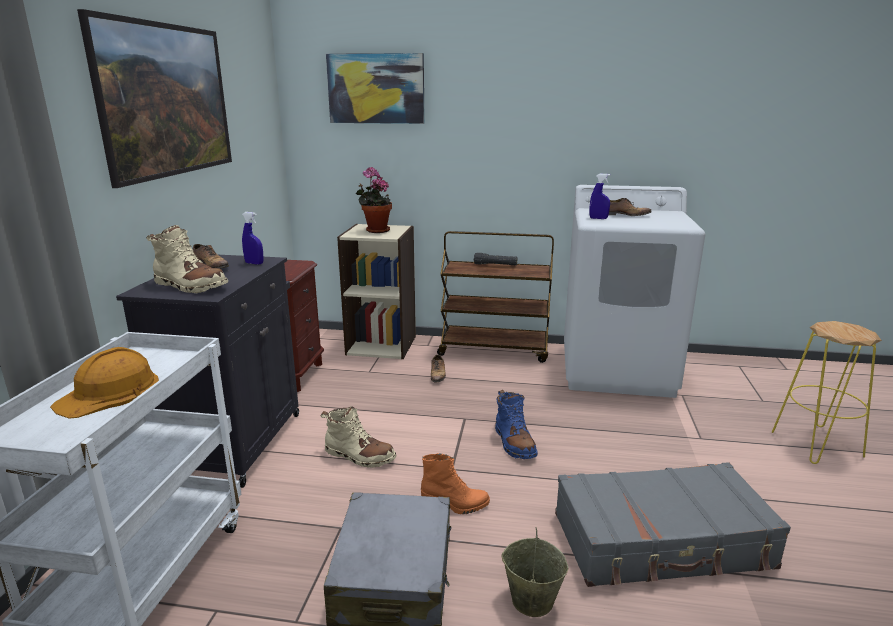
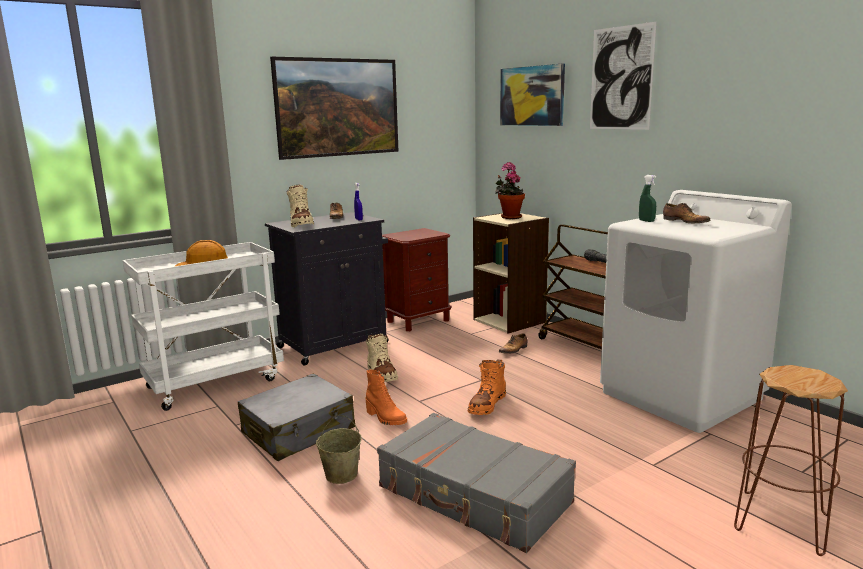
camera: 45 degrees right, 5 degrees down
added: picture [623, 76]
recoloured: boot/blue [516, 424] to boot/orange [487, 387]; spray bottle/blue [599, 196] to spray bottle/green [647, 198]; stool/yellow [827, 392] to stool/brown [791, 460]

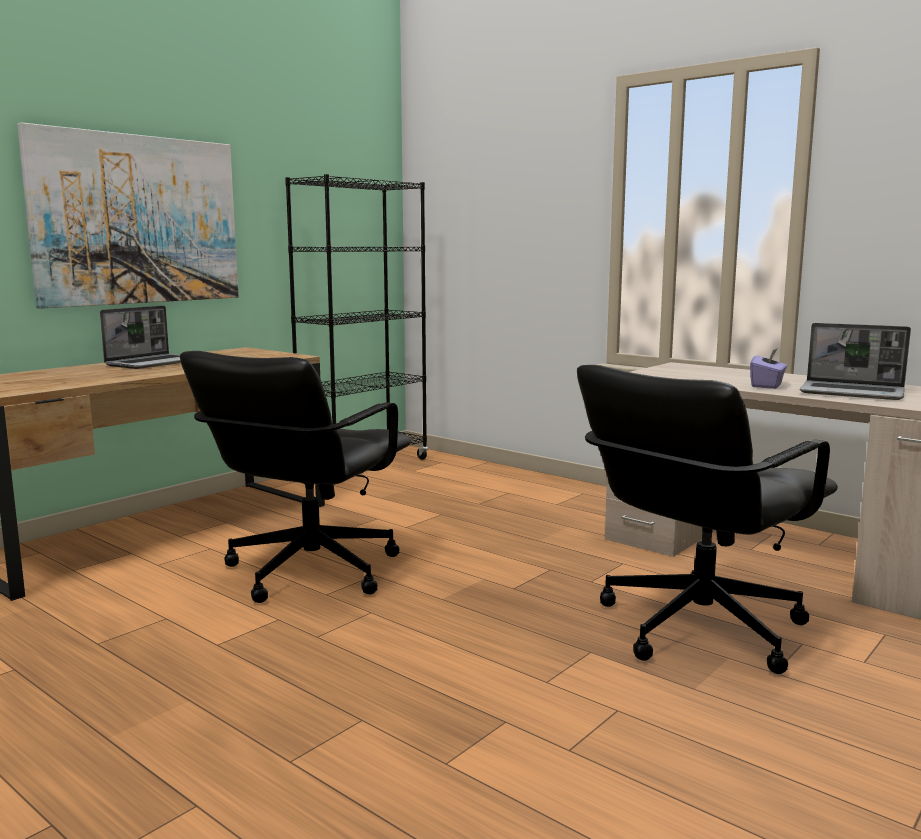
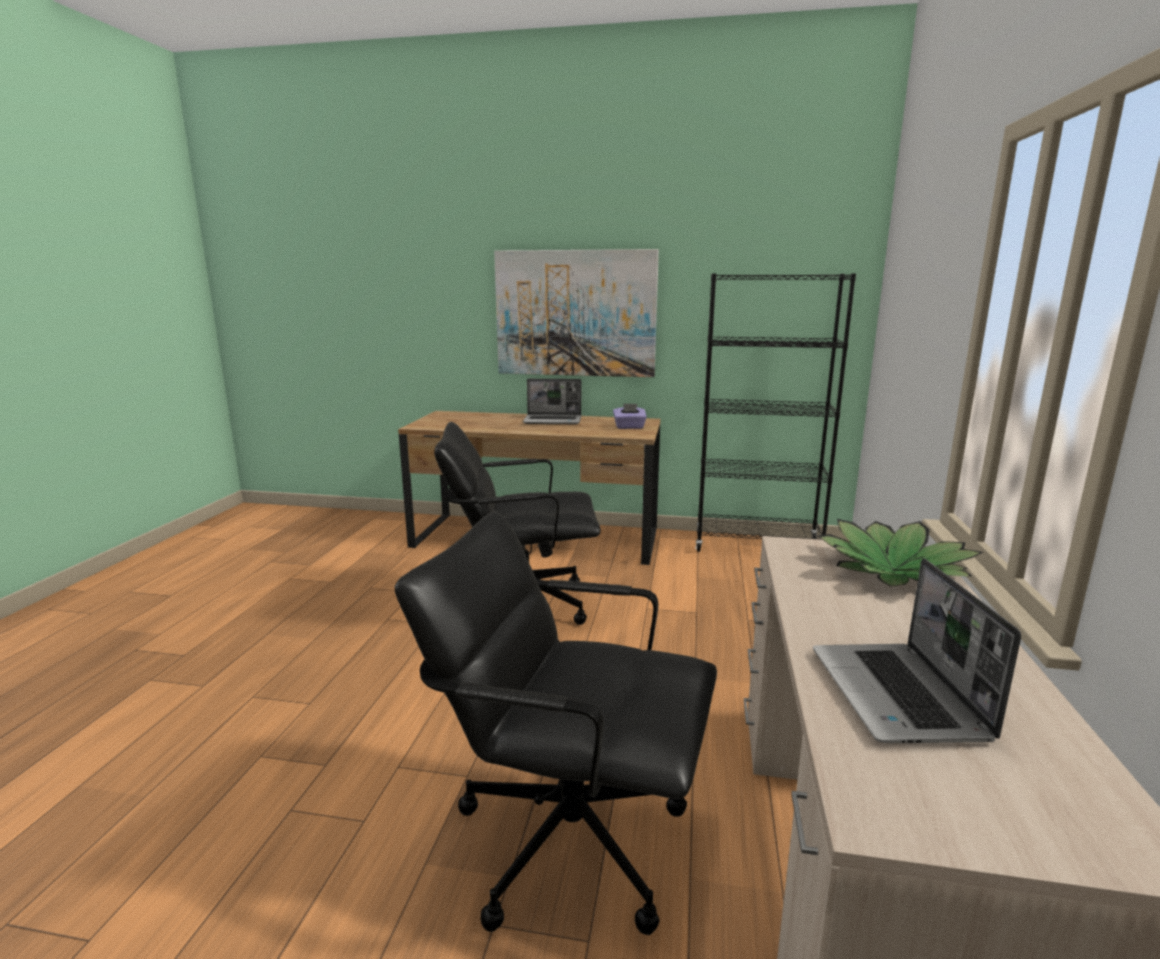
camera: 60 degrees right, 5 degrees up
added: potted plant [900, 552]
moved: tissue box/purple [768, 369] to [630, 416]

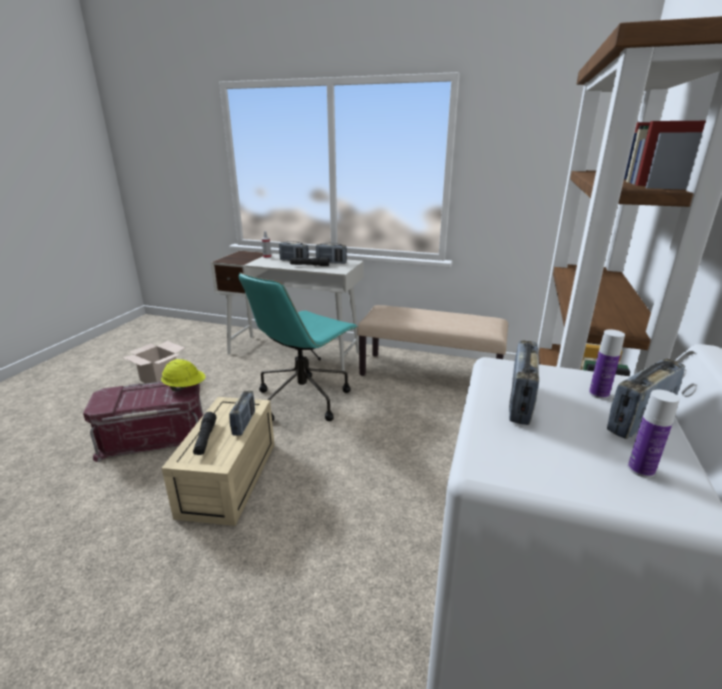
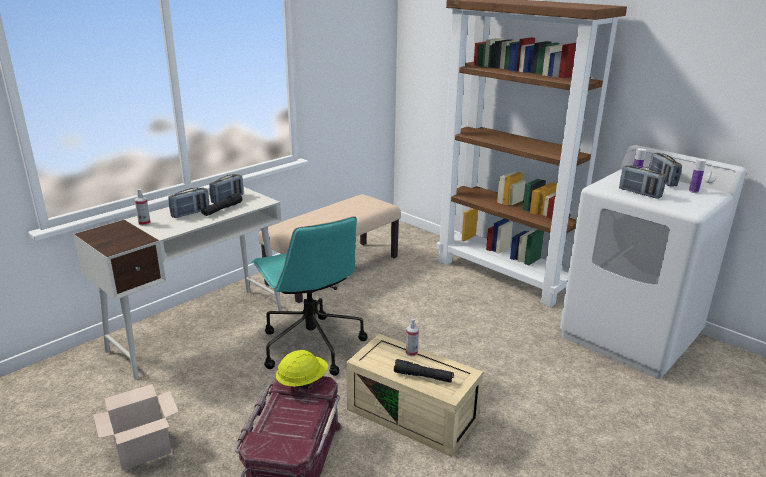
camera: 65 degrees left, 0 degrees up
replaced: radio [242, 413] to spray bottle [412, 337]

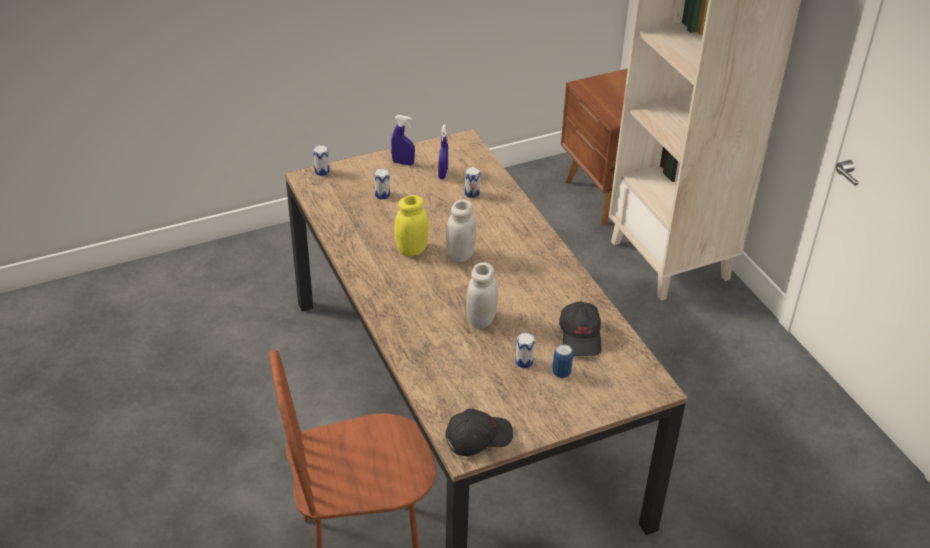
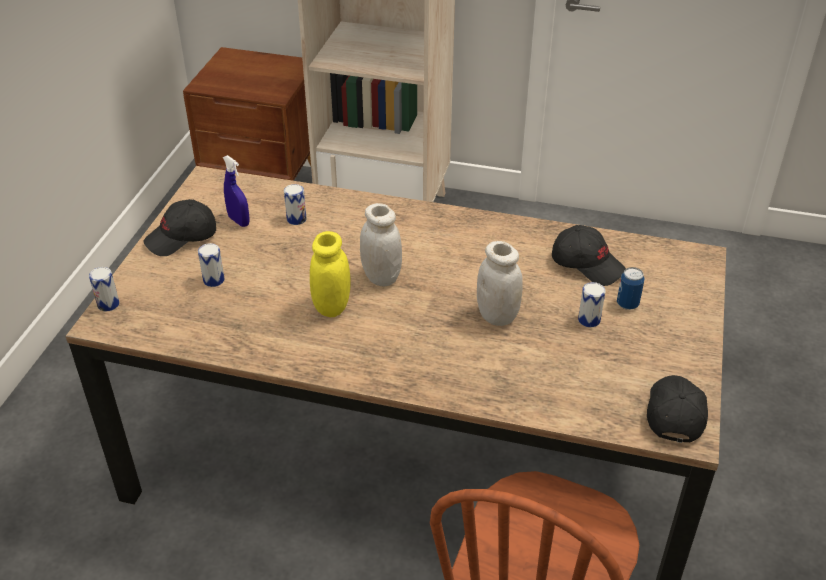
camera: 50 degrees left, 0 degrees up
replaced: spray bottle/blue [403, 140] to cap/black [179, 227]

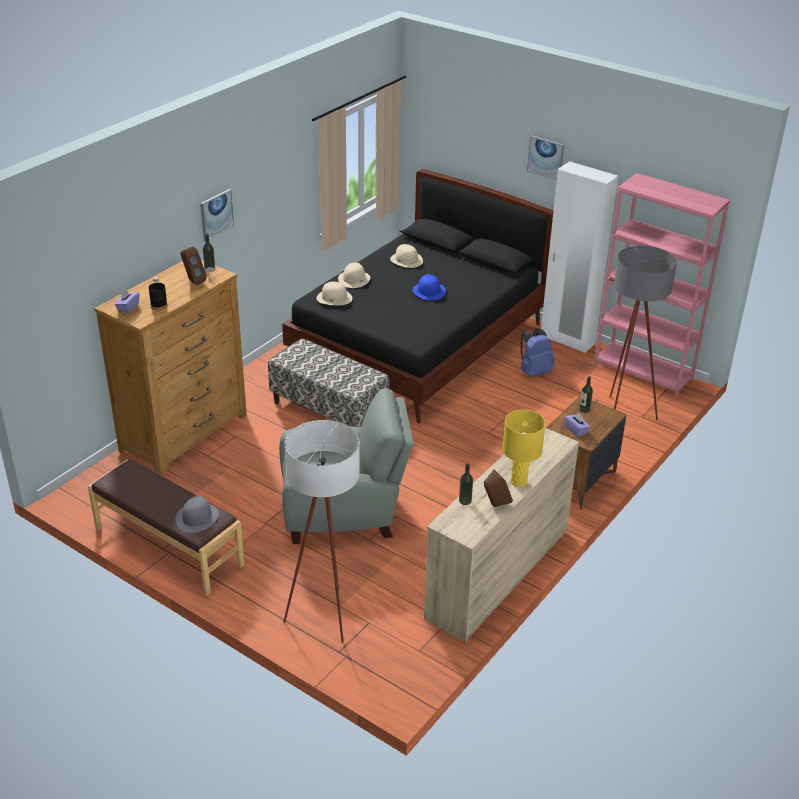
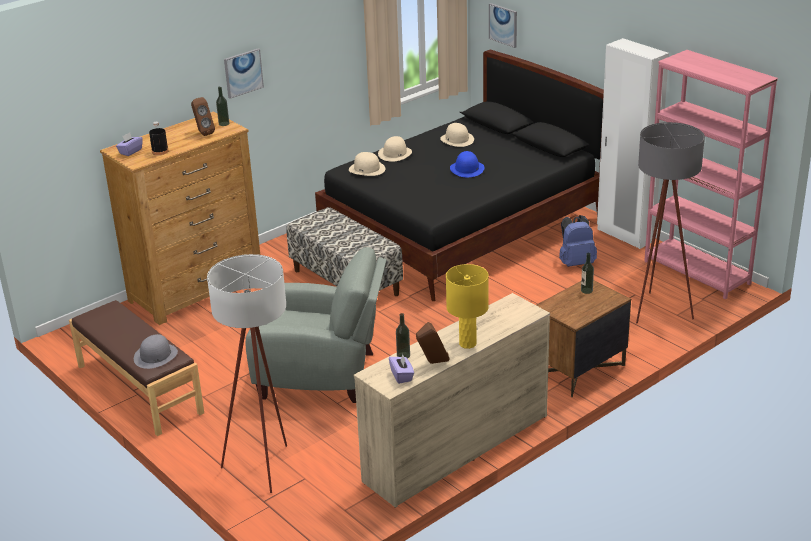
camera: 15 degrees right, 5 degrees down
moved: picture [545, 157] to [503, 25]; tissue box/purple [577, 425] to [401, 369]

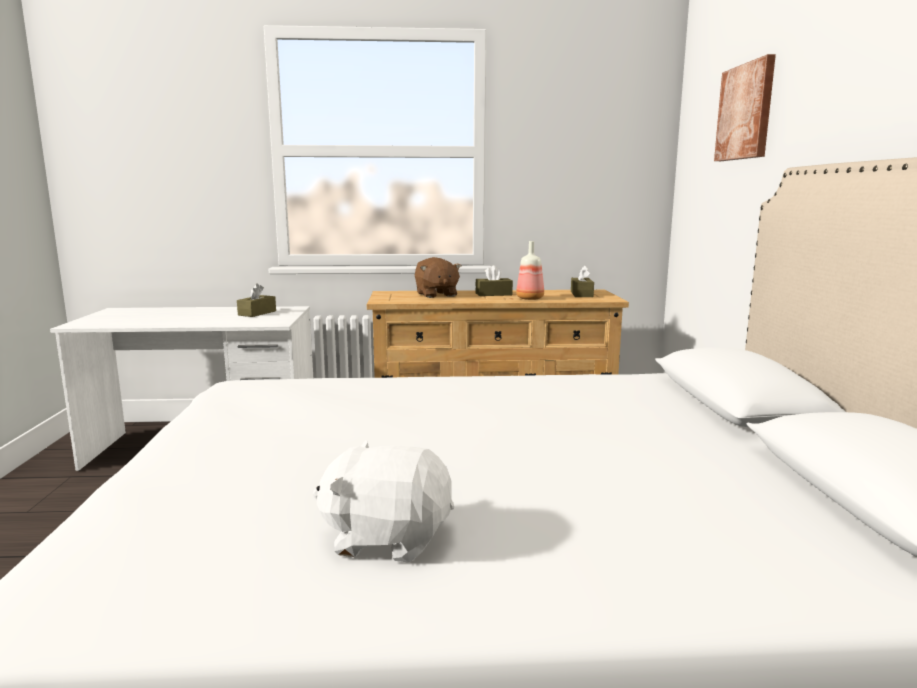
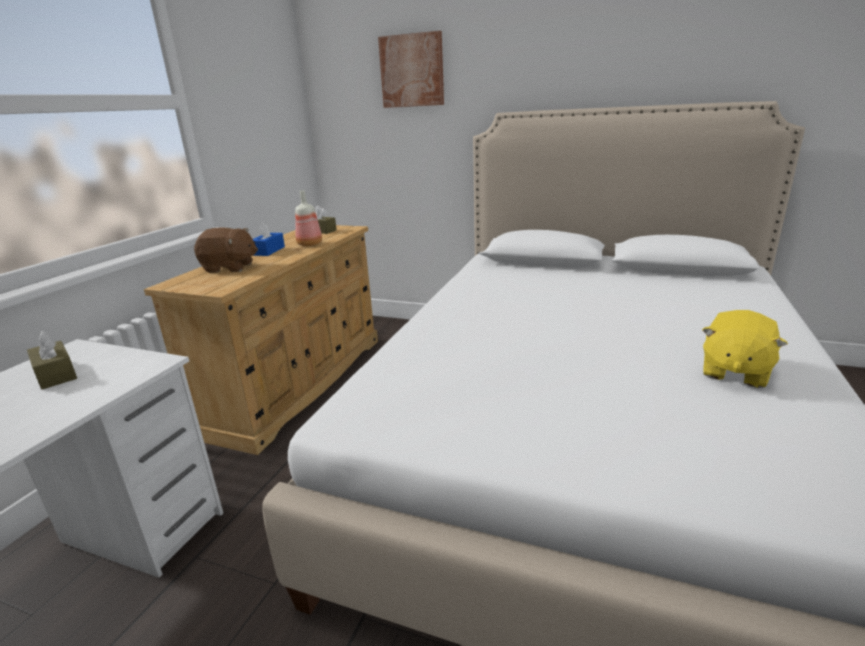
camera: 65 degrees left, 10 degrees up
recoloured: plush toy/white [383, 502] to plush toy/yellow [745, 349]; tissue box/brown [494, 280] to tissue box/blue [269, 239]

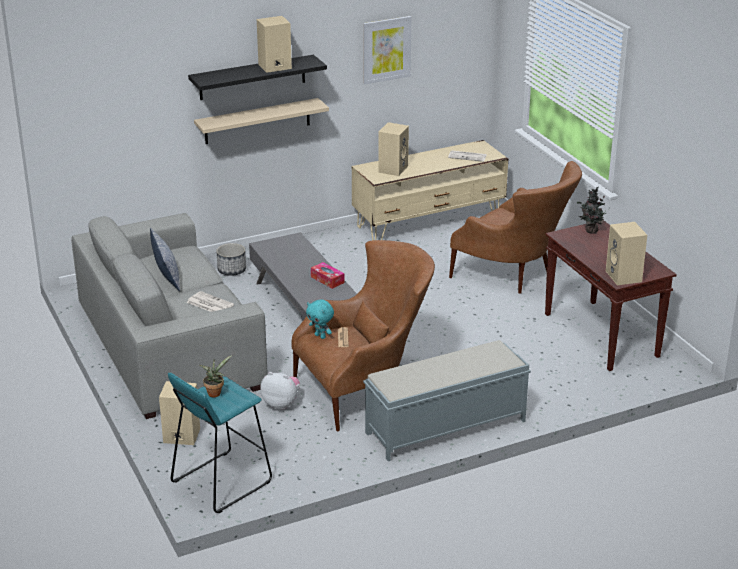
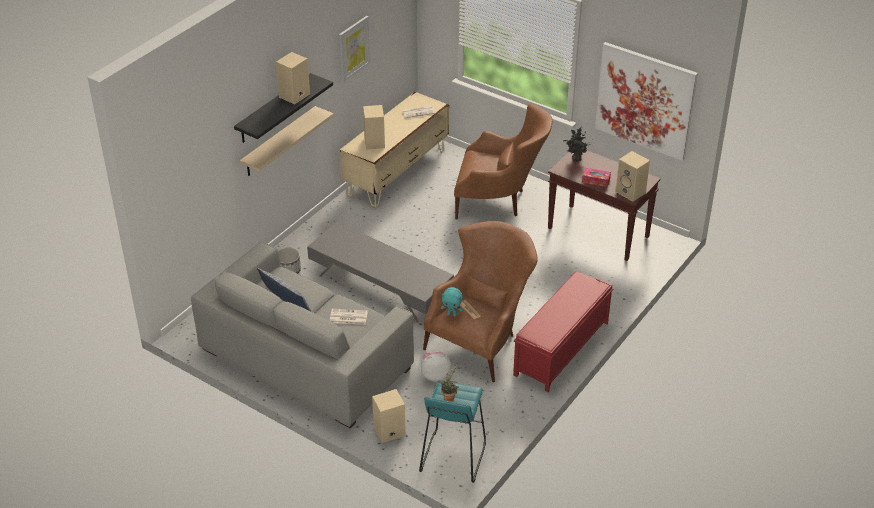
camera: 30 degrees left, 10 degrees up
added: picture [646, 101]
moved: tissue box [328, 275] to [596, 177]
recoloured: bench/grey [447, 400] to bench/red [563, 332]

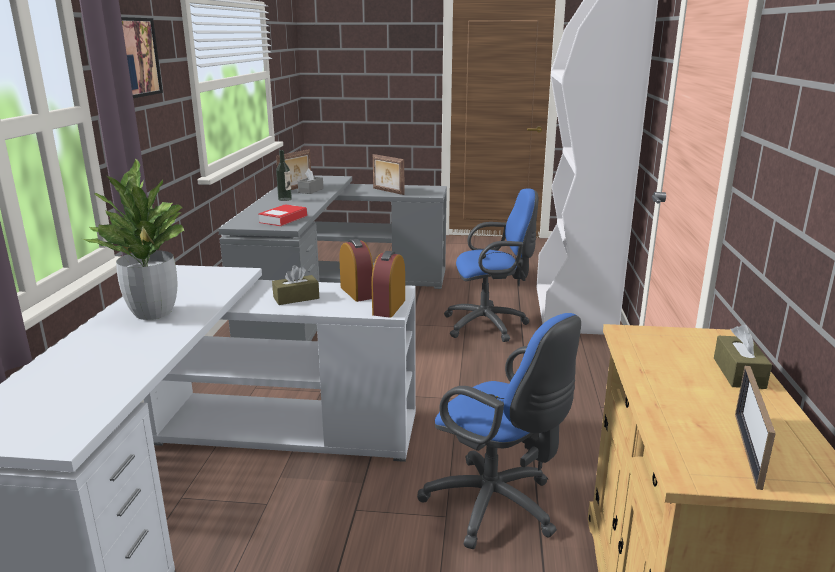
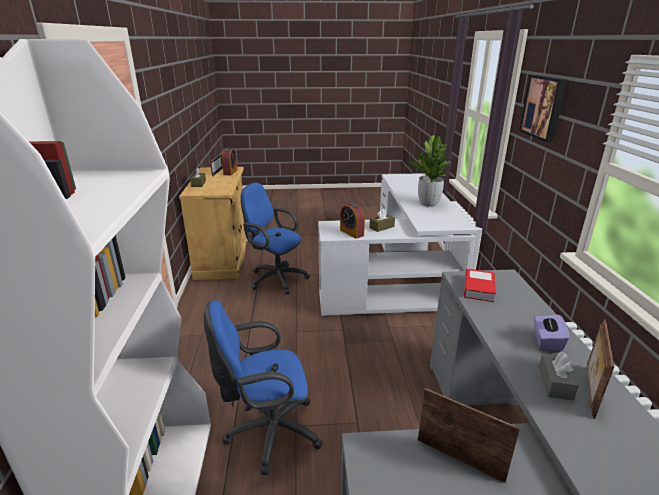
camera: 170 degrees right, 5 degrees up
moved: alarm clock [388, 284] to [229, 161]
replaced: bottle [284, 175] to tissue box/purple [551, 333]

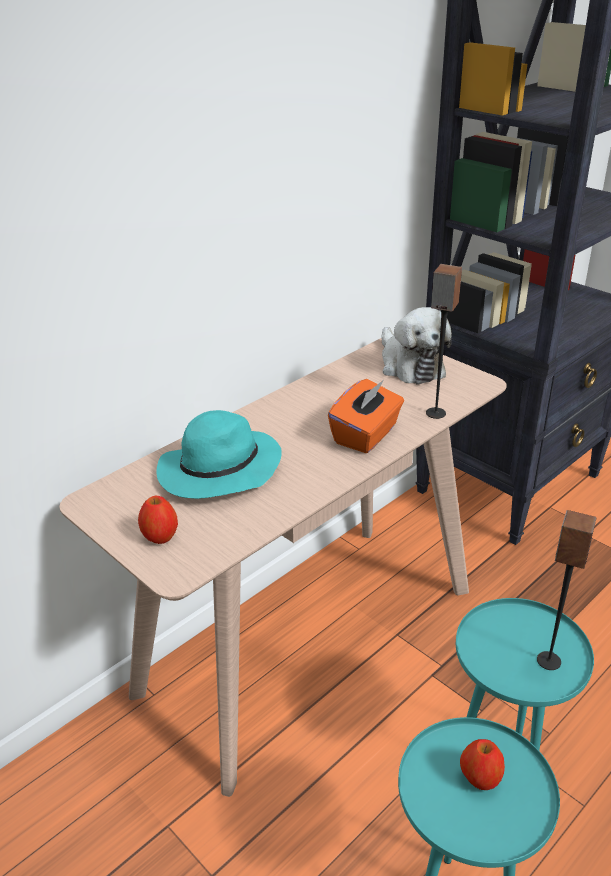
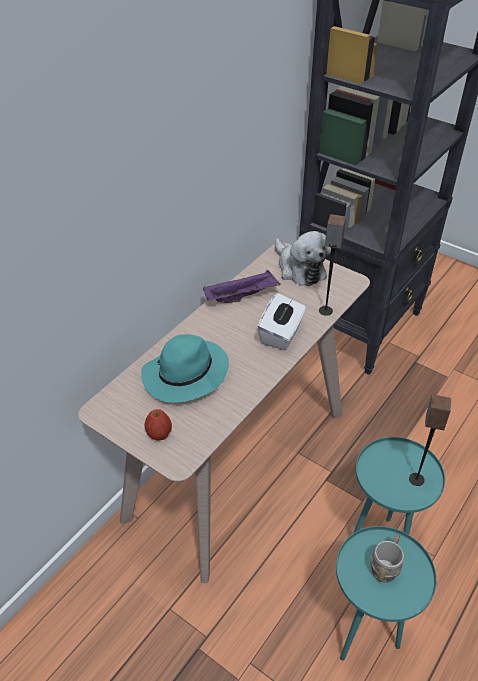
camera: 10 degrees left, 10 degrees up
added: tray/purple [242, 286]
replaced: apple [482, 764] to mug/grey [387, 558]
recoloured: tissue box/orange [366, 416] to tissue box/white [281, 321]

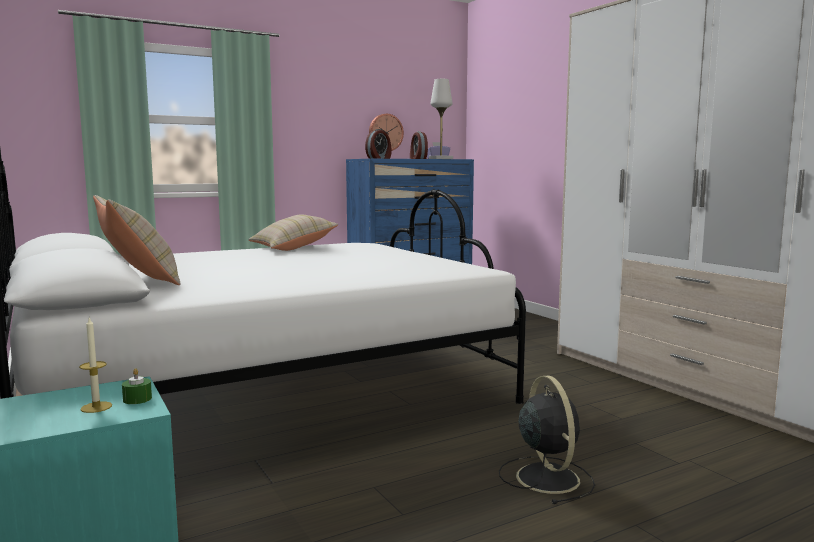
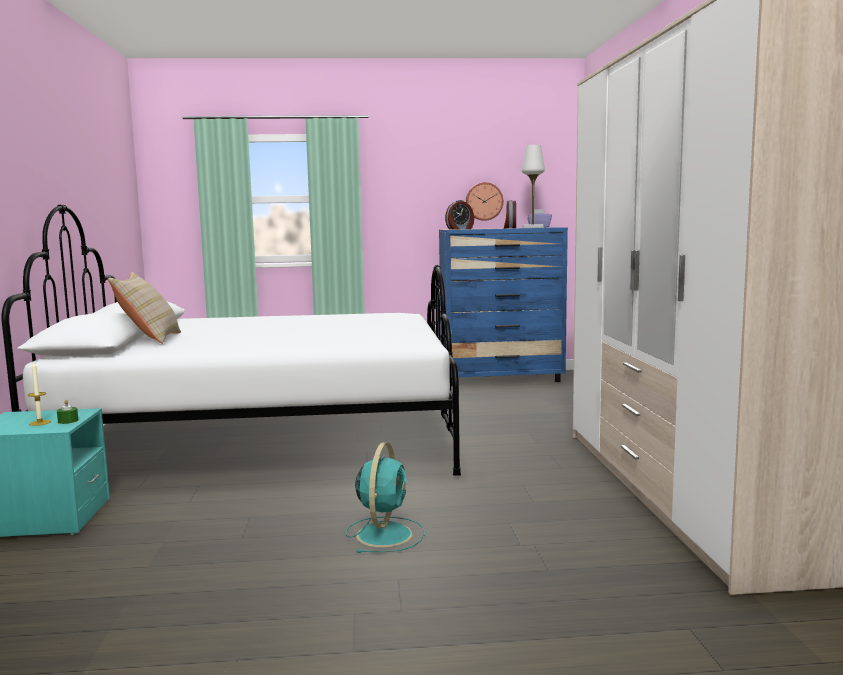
camera: 25 degrees right, 0 degrees up
removed: pillow/beige [293, 233]
recoloured: fan/black [547, 439] to fan/turquoise [385, 497]

